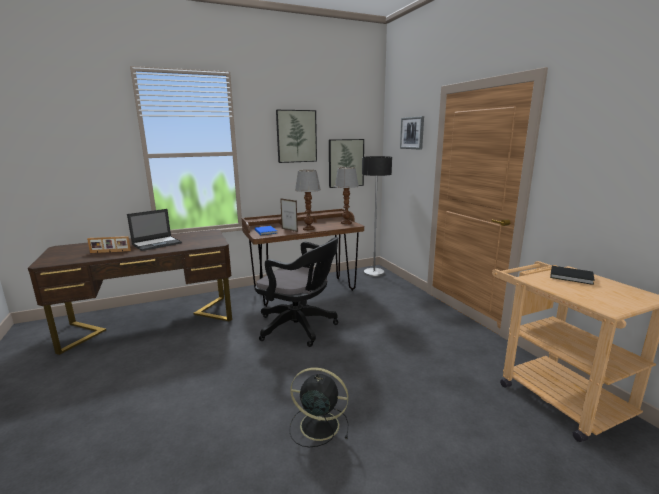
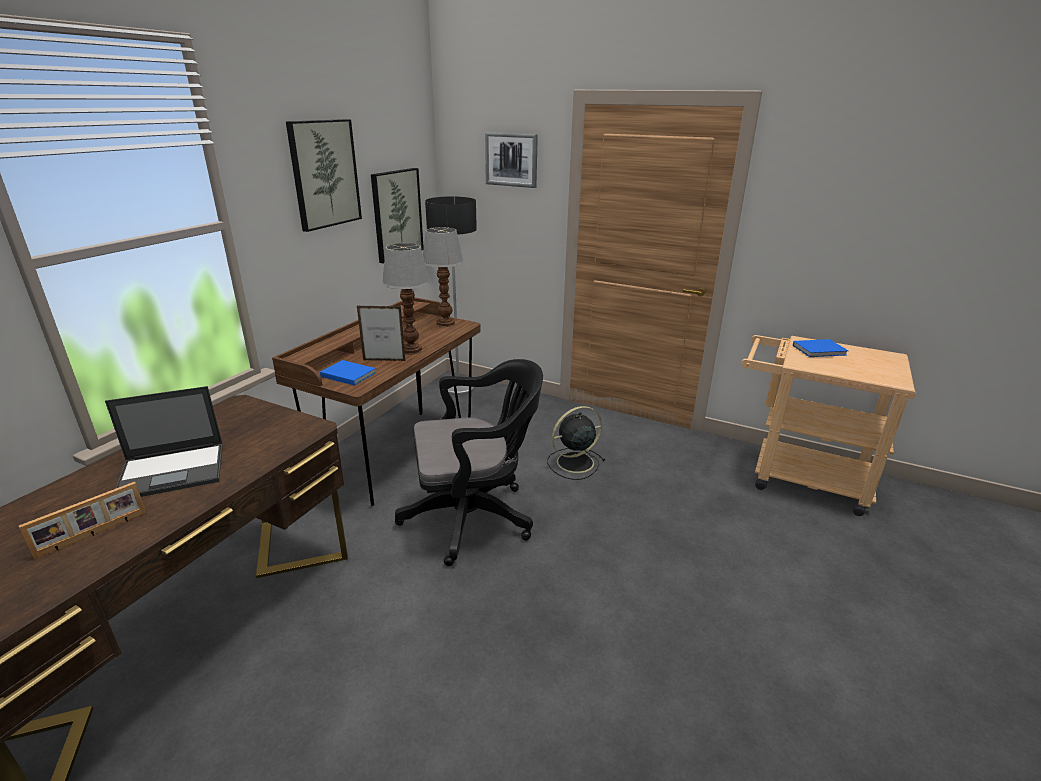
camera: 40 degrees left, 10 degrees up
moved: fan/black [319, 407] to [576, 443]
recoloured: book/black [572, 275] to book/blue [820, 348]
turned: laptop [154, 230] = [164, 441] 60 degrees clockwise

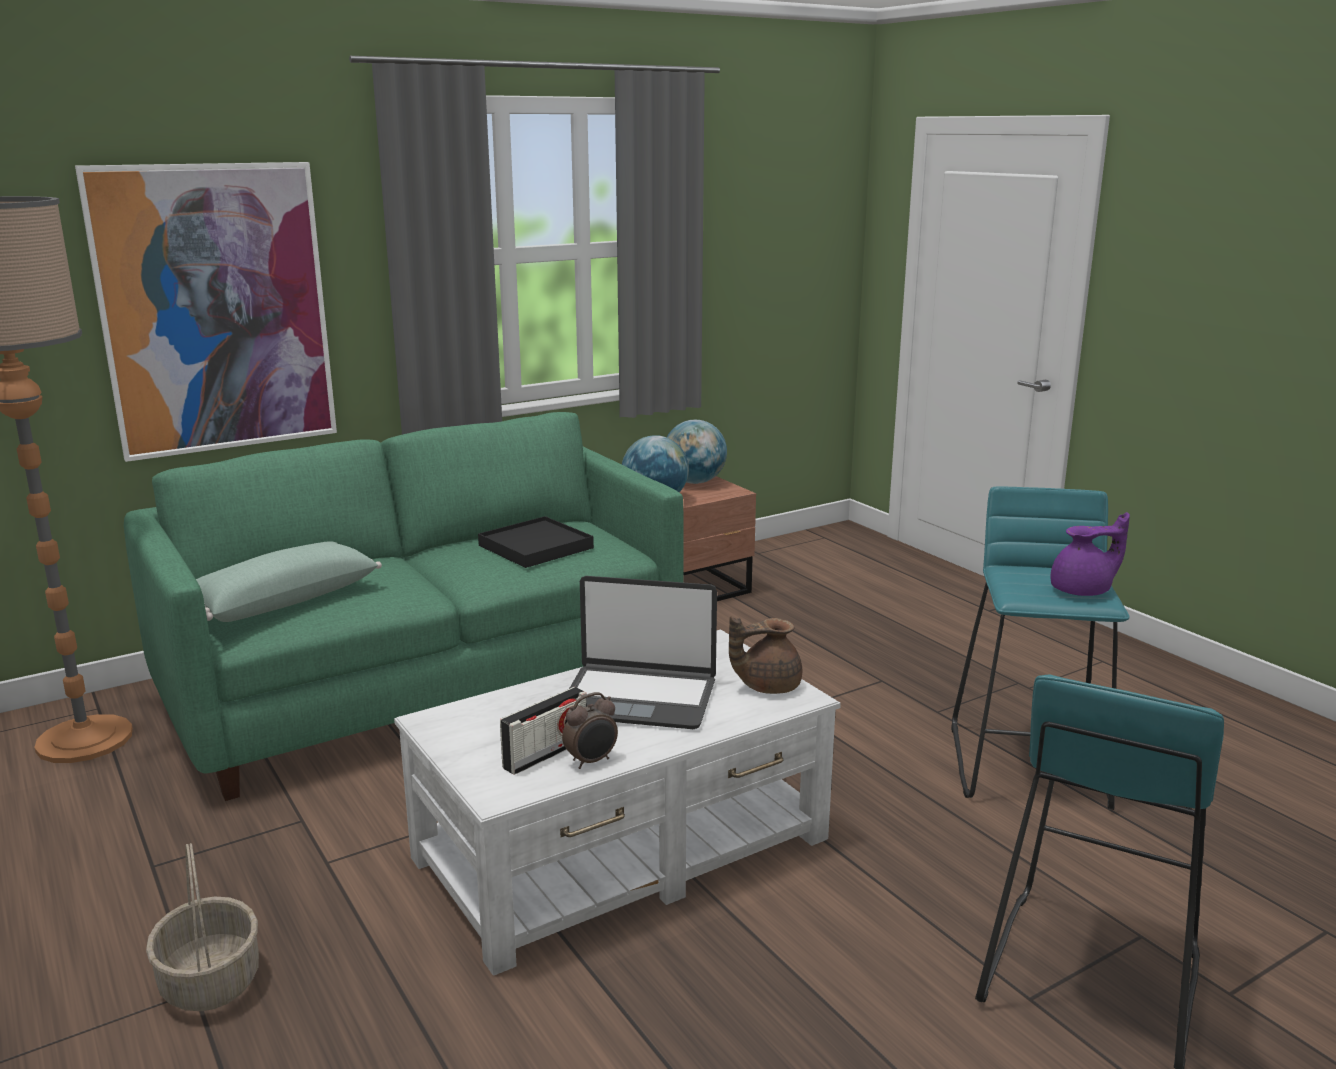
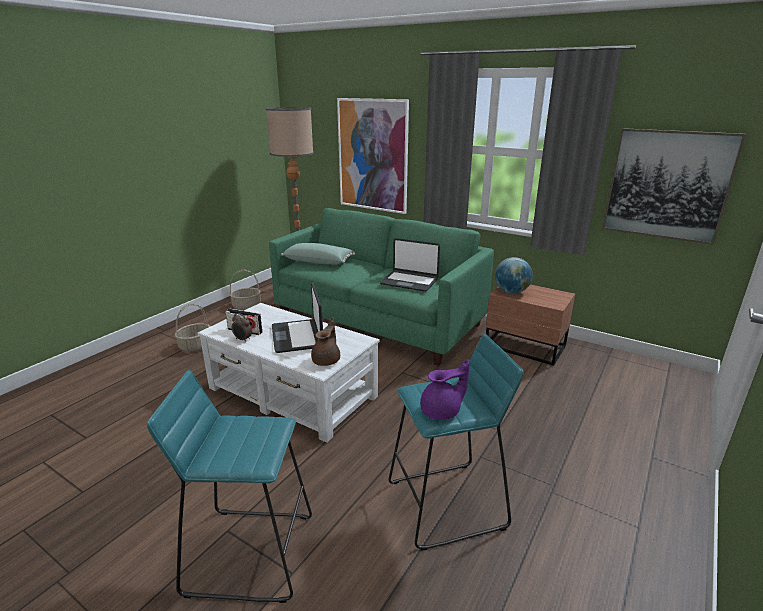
camera: 65 degrees right, 5 degrees up
removed: globe [697, 452]
added: basket [245, 290]; picture [674, 186]
replaced: tray/black [536, 542] to laptop [410, 265]
turned: teapot/brown [765, 655] = [325, 341] 60 degrees clockwise; teapot/purple [1090, 554] = [445, 389] 75 degrees counterclockwise

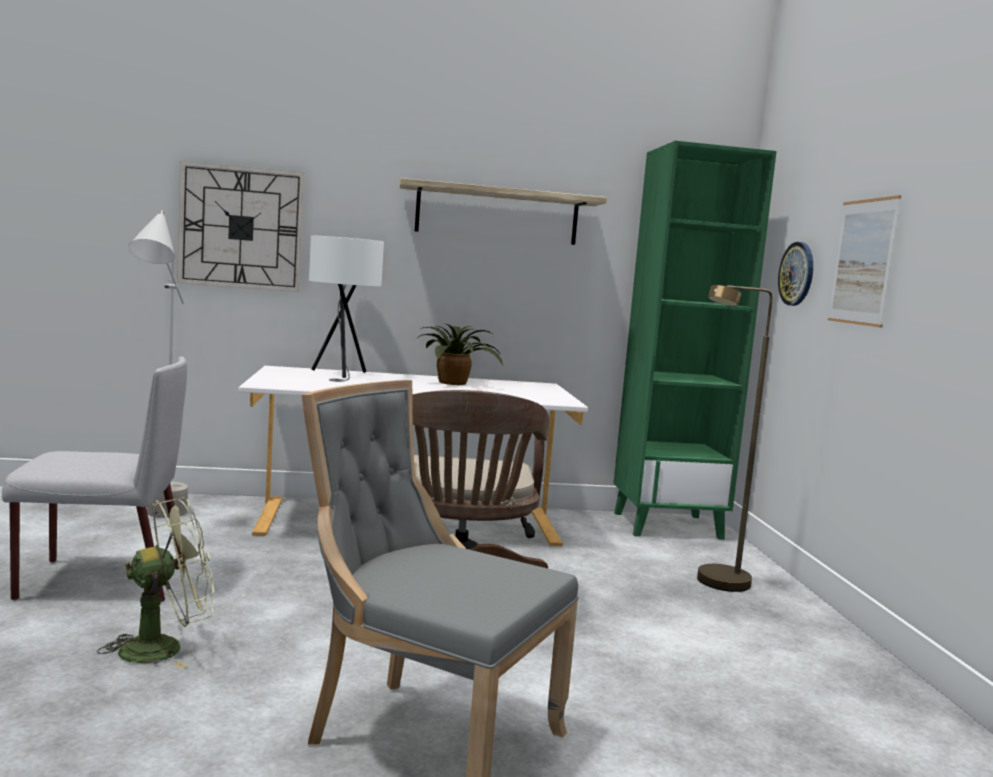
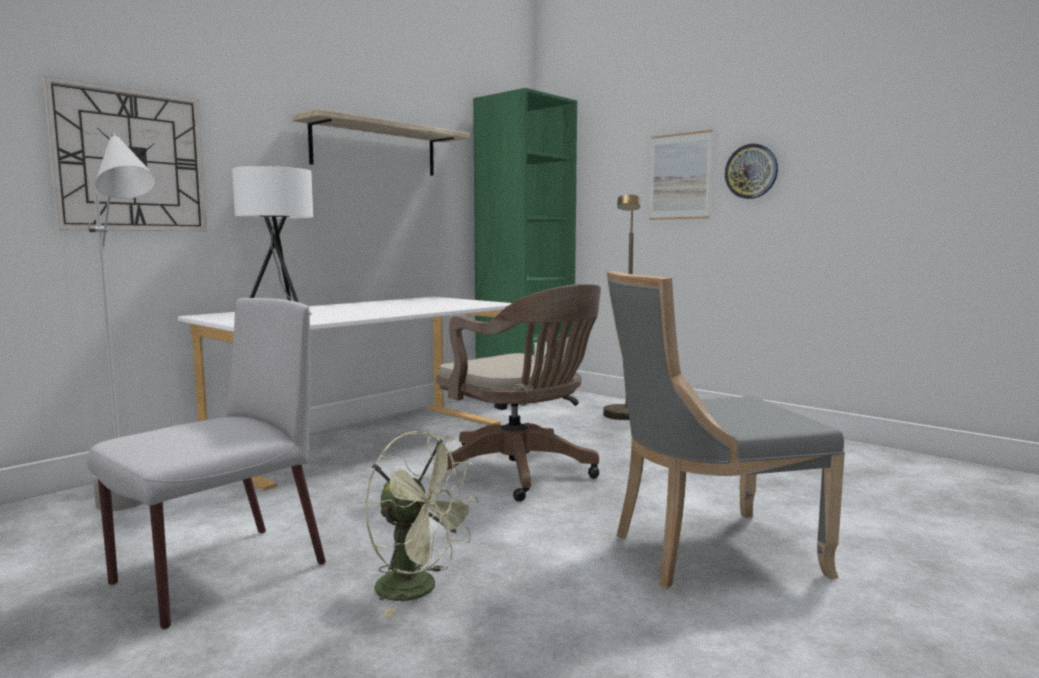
camera: 40 degrees left, 0 degrees up
removed: potted plant [459, 354]
moved: wall clock [795, 274] to [751, 171]
turned: fan/green [155, 583] = [422, 524] 105 degrees clockwise

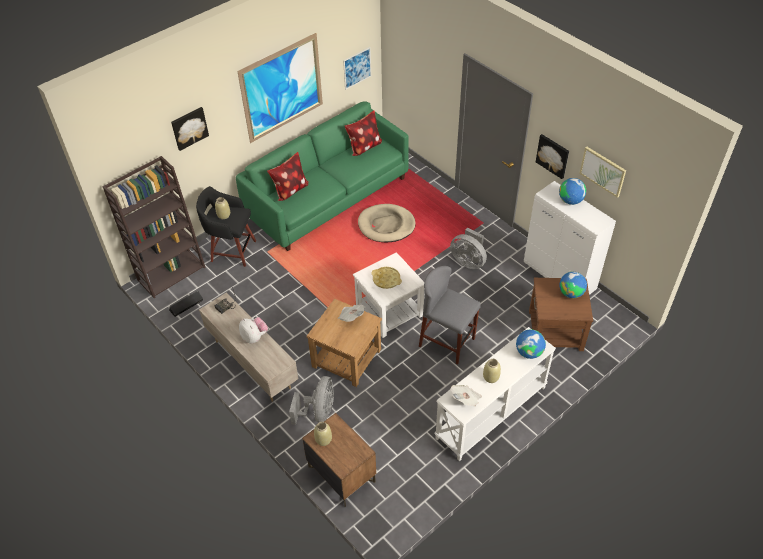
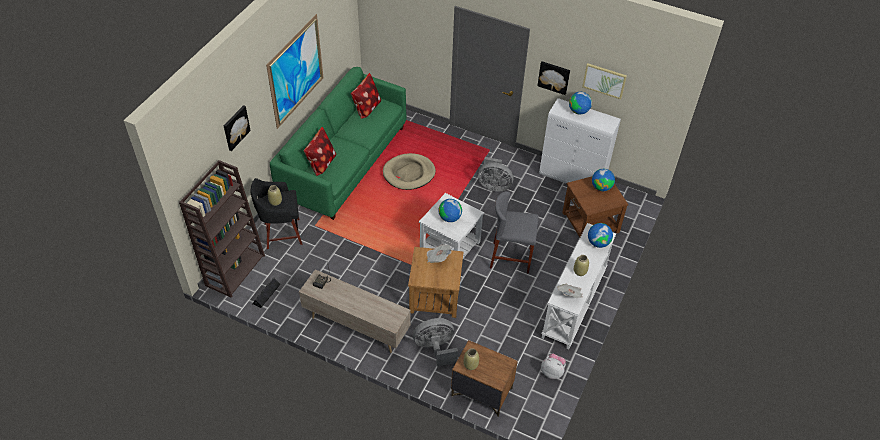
camera: 25 degrees left, 0 degrees up
removed: picture [357, 68]
moved: plush toy [253, 330] to [553, 366]
replaced: tray/yellow [386, 278] to globe [450, 210]
turned: fan/grey [311, 400] = [435, 342] 90 degrees counterclockwise

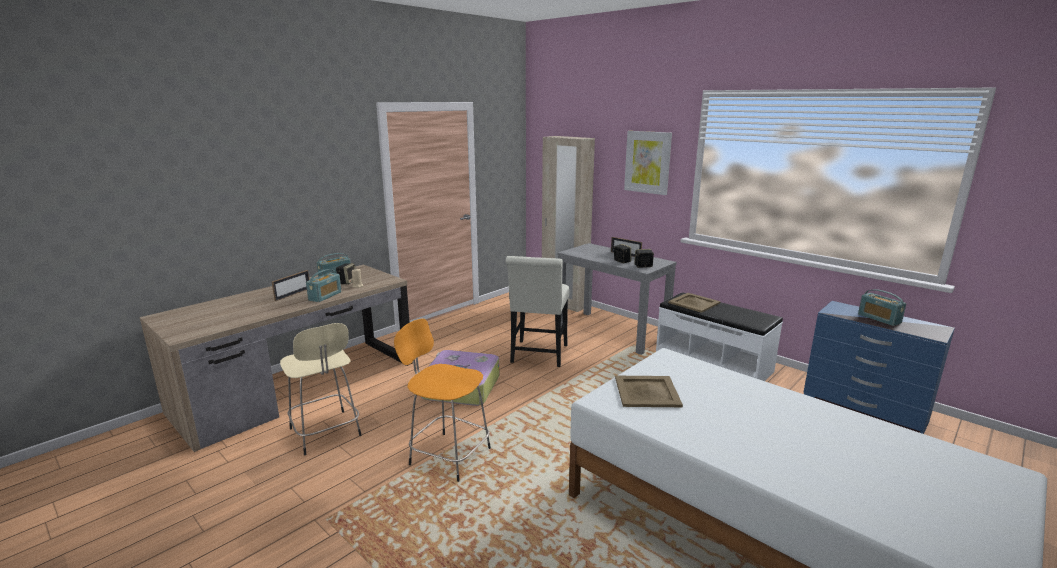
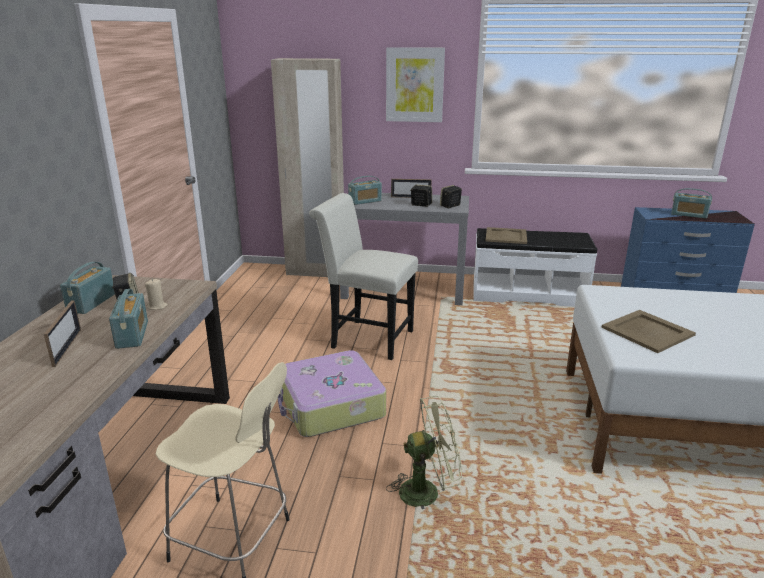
camera: 35 degrees left, 5 degrees up
added: radio [365, 190]
replaced: stool/orange [442, 400] to fan/green [424, 452]
turned: chair/white [537, 311] = [363, 276] 135 degrees clockwise

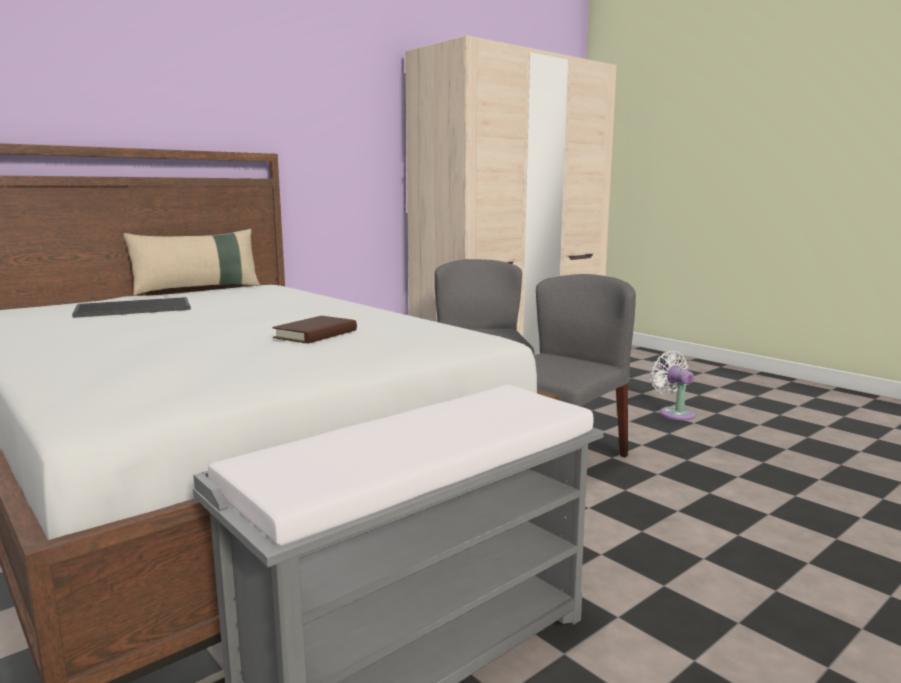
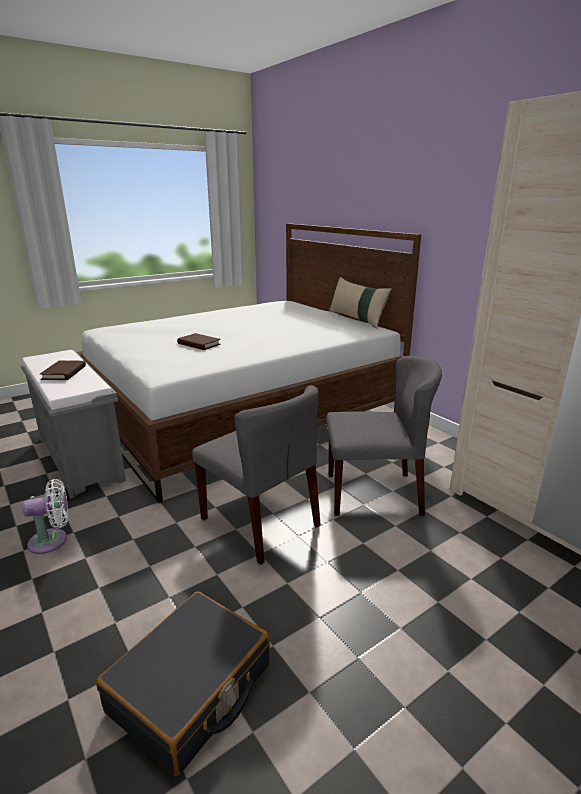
camera: 95 degrees right, 10 degrees up
removed: tray [131, 307]
added: book/brown [63, 370]; suitcase/black [183, 683]
moved: fan/white [672, 385] to [45, 516]

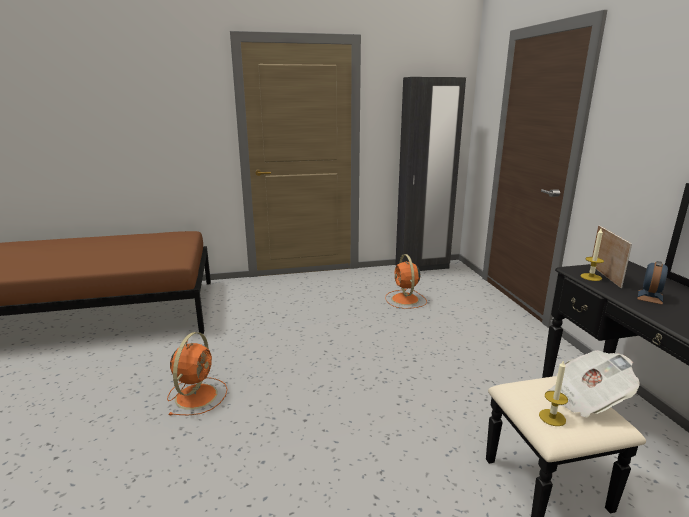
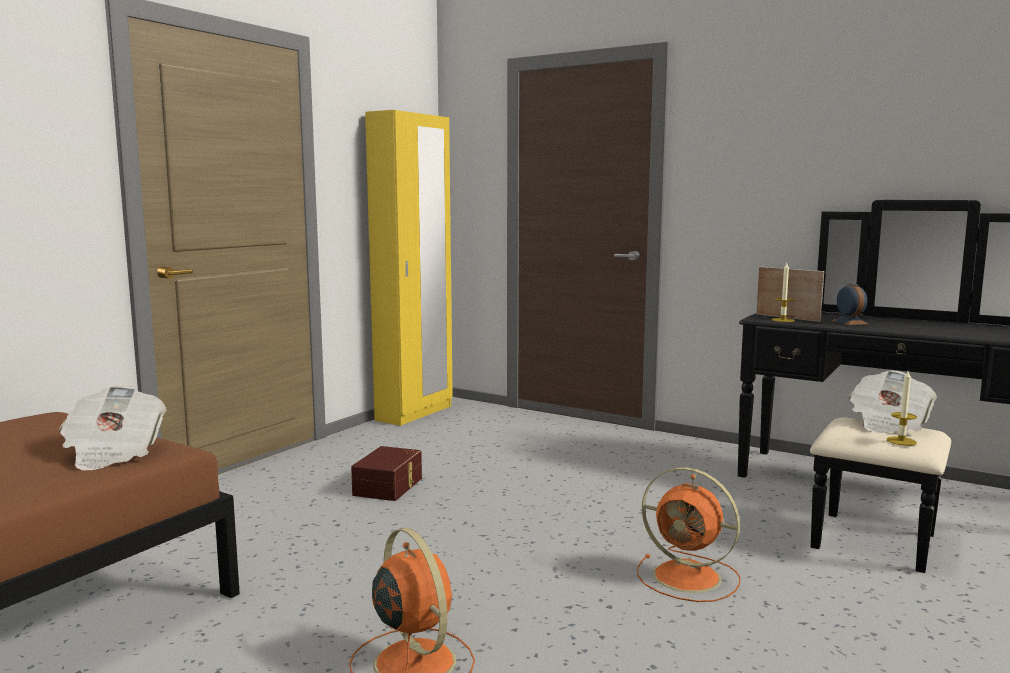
camera: 45 degrees left, 10 degrees down
added: newspaper [112, 428]; storage box/brown [386, 473]
moved: fan/orange [406, 281] to [688, 534]
recoloured: wardrobe/black [430, 174] to wardrobe/yellow [409, 268]

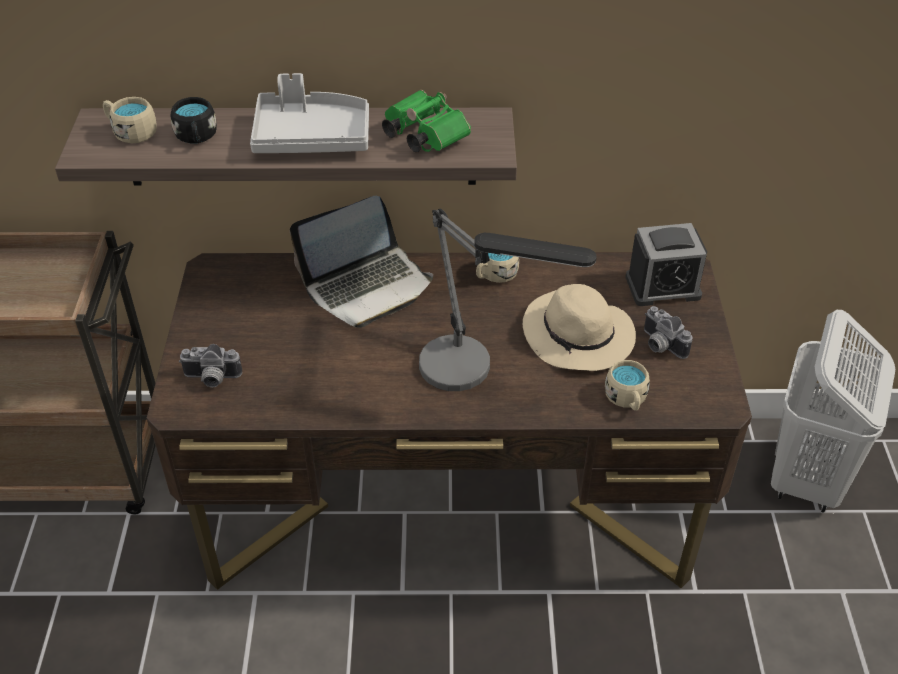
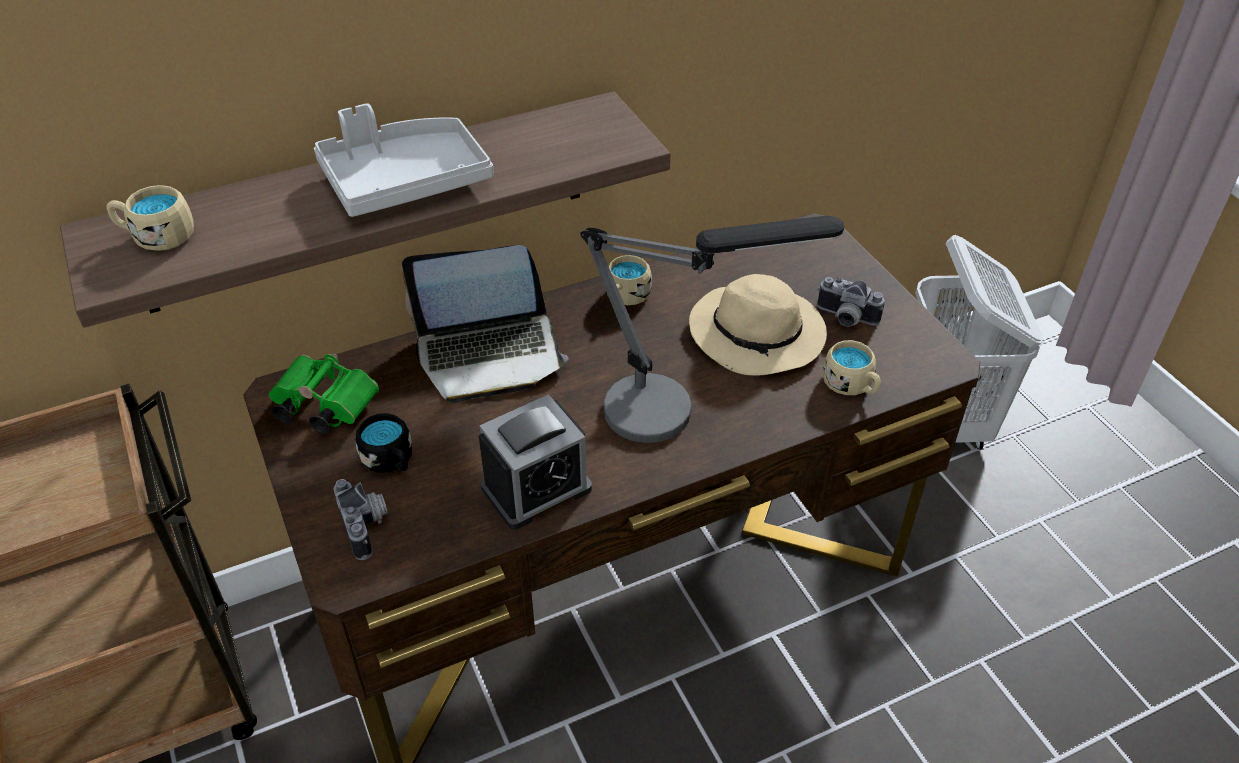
camera: 25 degrees left, 0 degrees up
moved: mug/black [194, 120] to [383, 443]; binoculars/green [426, 121] to [324, 393]; alarm clock [666, 264] to [535, 462]
turned: photo camera [210, 365] = [361, 519] 90 degrees counterclockwise; laptop [361, 262] = [485, 324] 45 degrees clockwise

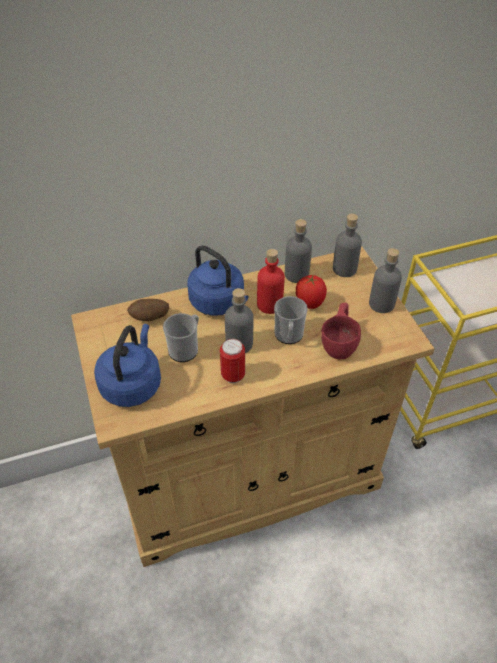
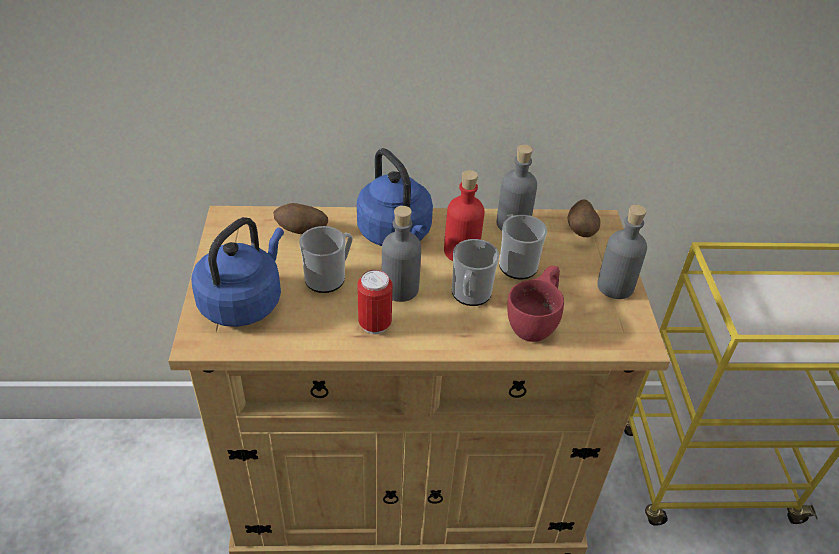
camera: 15 degrees right, 5 degrees down
replaced: tomato [311, 291] to mug [523, 246]; bottle/grey [347, 245] to potato [584, 218]

